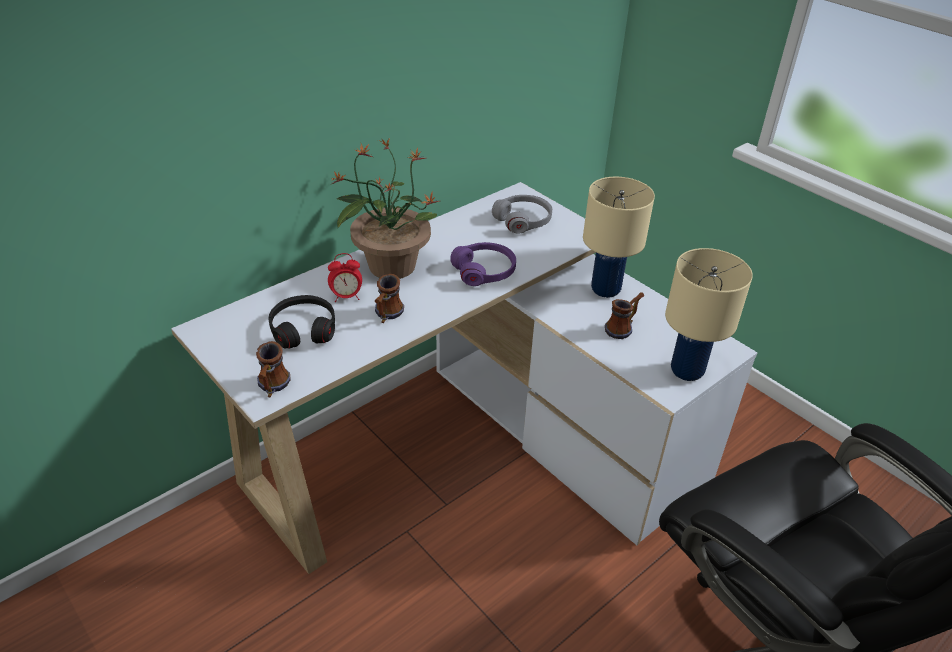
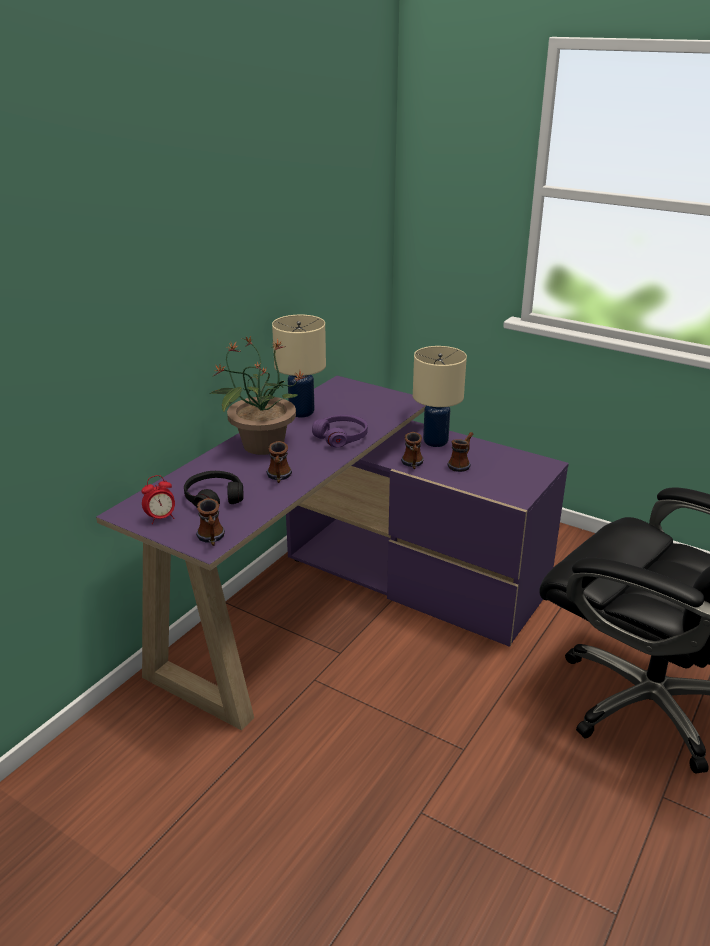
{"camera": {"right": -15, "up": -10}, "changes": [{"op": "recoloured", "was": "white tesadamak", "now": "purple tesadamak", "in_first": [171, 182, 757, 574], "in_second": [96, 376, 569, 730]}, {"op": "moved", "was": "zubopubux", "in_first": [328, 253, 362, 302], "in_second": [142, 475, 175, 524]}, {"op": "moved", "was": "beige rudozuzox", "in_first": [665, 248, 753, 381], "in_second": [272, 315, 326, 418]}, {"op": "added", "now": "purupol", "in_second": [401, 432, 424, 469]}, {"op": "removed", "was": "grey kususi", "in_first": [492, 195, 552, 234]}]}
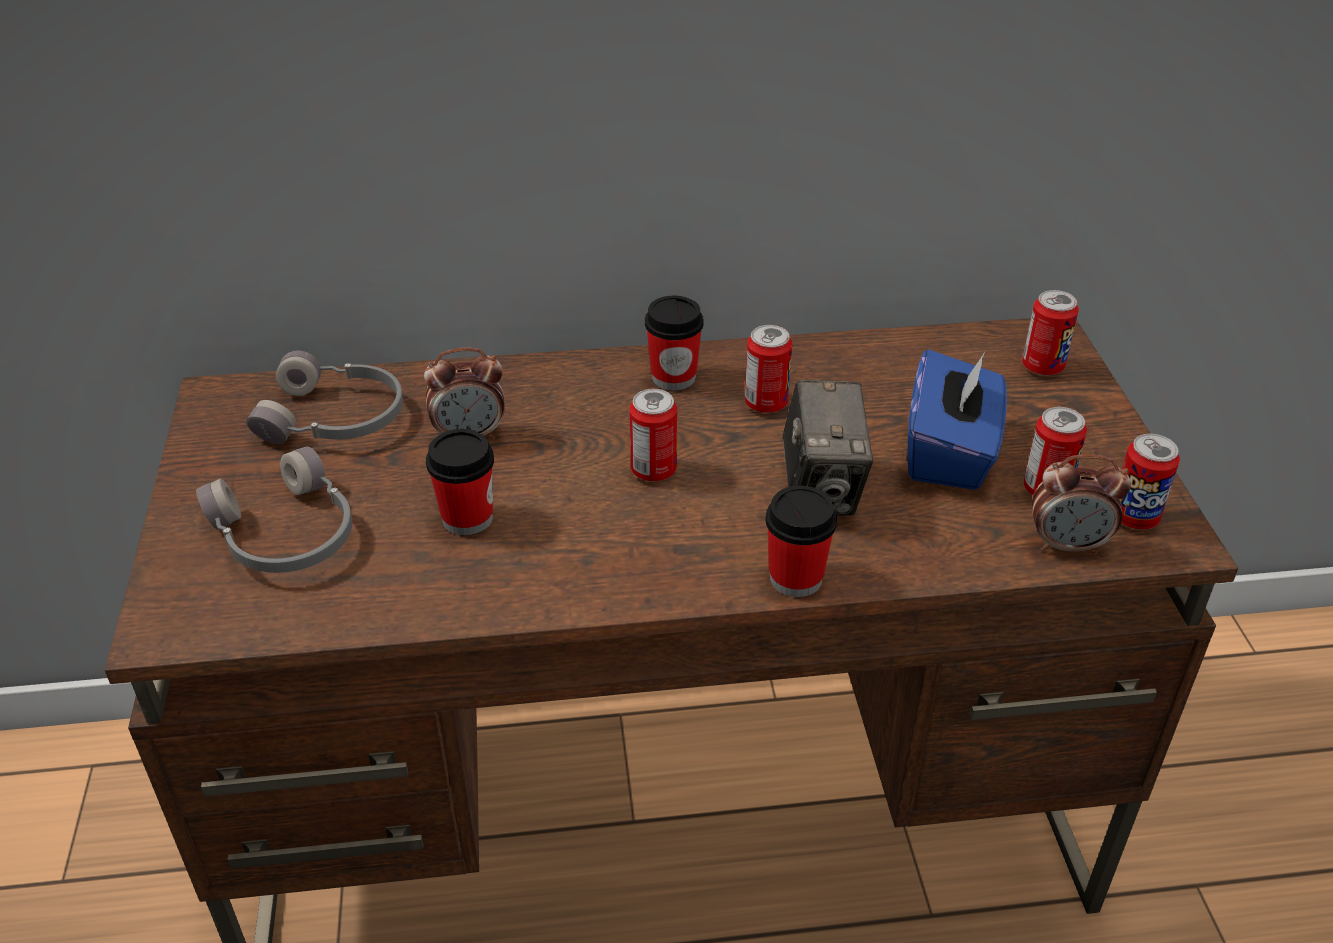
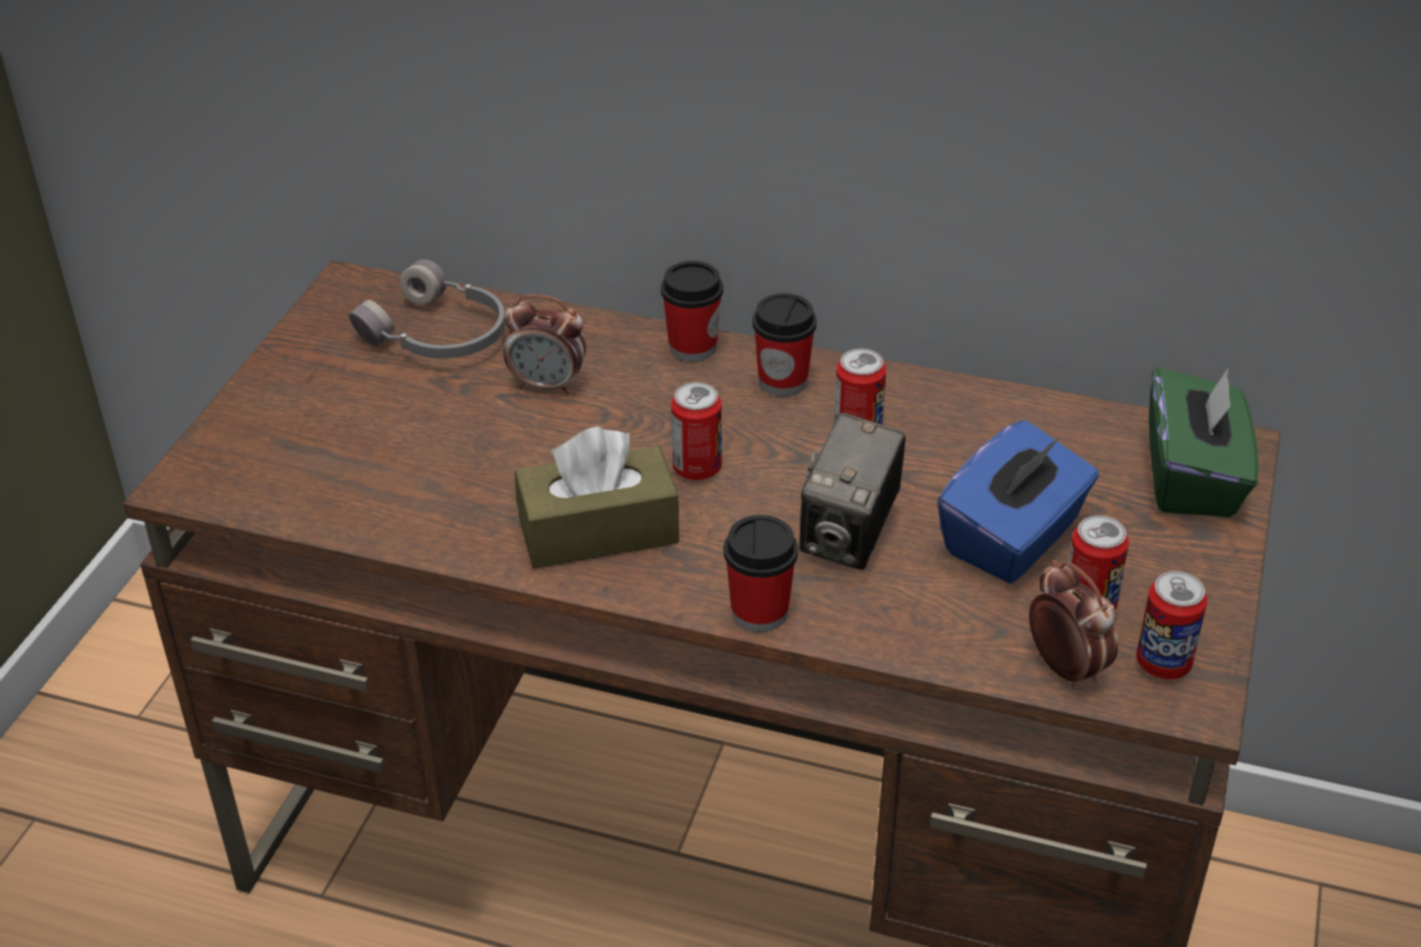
{"camera": {"right": 25, "up": 0}, "changes": [{"op": "added", "now": "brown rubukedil", "in_second": [515, 427, 679, 569]}, {"op": "moved", "was": "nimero", "in_first": [426, 429, 494, 535], "in_second": [661, 261, 723, 362]}, {"op": "turned", "was": "zubopubux", "in_first": [1032, 454, 1131, 555], "in_second": [1029, 560, 1118, 689], "clockwise": -150}, {"op": "replaced", "was": "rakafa", "now": "green rubukedil", "in_first": [1022, 290, 1079, 375], "in_second": [1149, 367, 1259, 517]}, {"op": "removed", "was": "grey kususi", "in_first": [196, 446, 352, 573]}]}
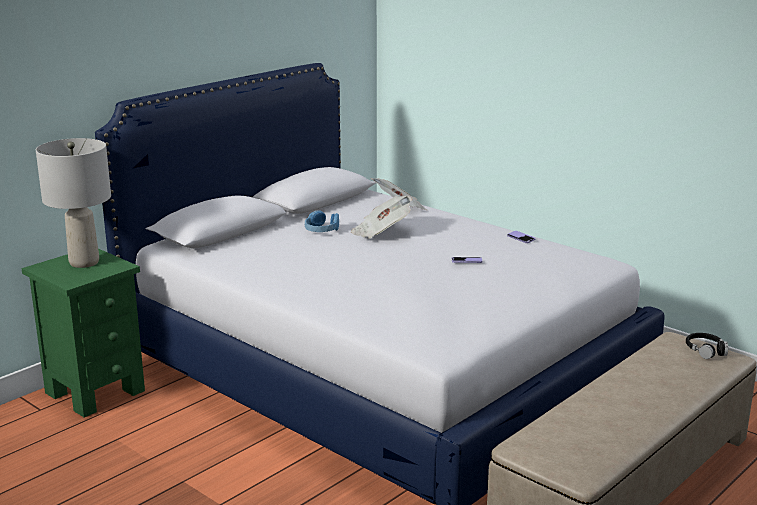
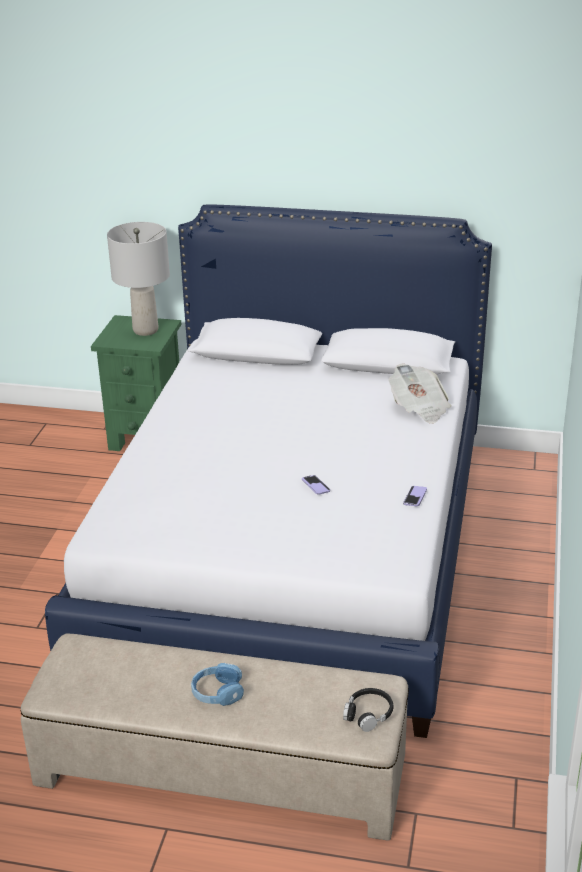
{"camera": {"right": 60, "up": 10}, "changes": [{"op": "moved", "was": "blue kususi", "in_first": [305, 210, 339, 232], "in_second": [191, 663, 244, 706]}, {"op": "removed", "was": "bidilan", "in_first": [351, 196, 413, 239]}]}
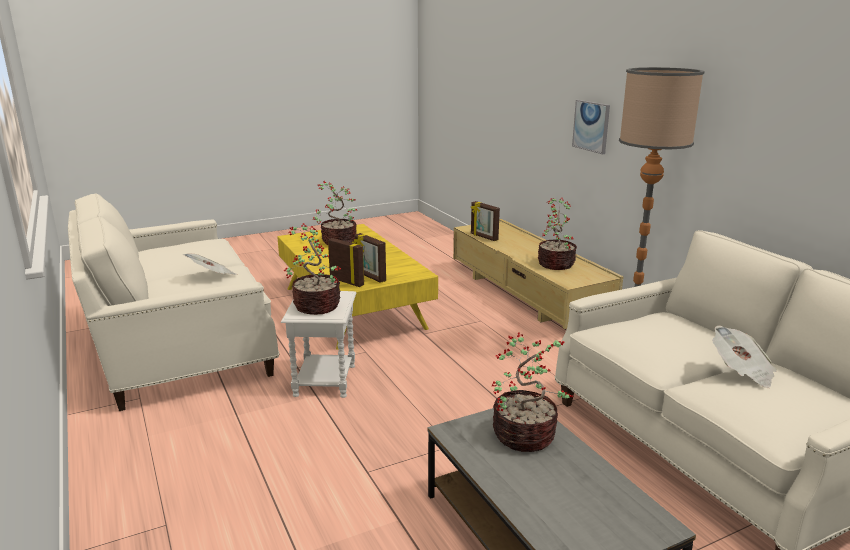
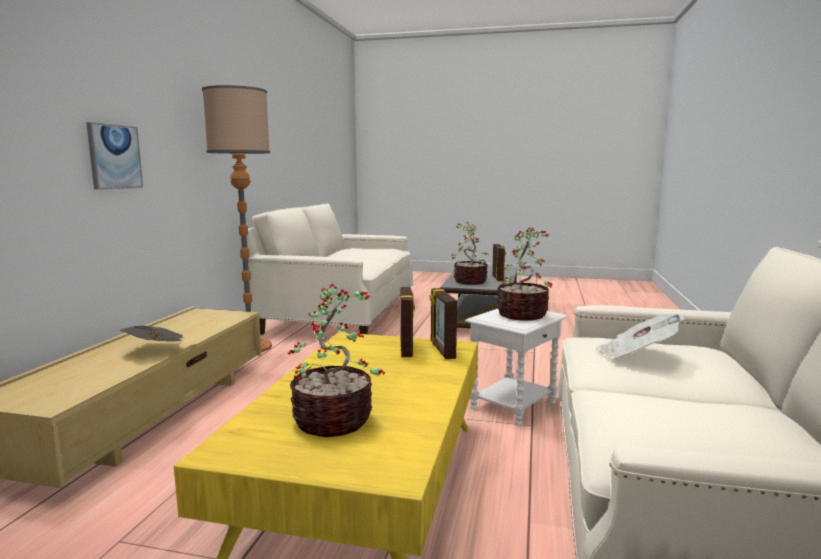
{"camera": {"right": -140, "up": -10}, "changes": [{"op": "moved", "was": "bidilan", "in_first": [712, 325, 777, 388], "in_second": [120, 326, 183, 341]}, {"op": "moved", "was": "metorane", "in_first": [471, 201, 500, 241], "in_second": [492, 244, 506, 281]}, {"op": "removed", "was": "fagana", "in_first": [538, 198, 577, 270]}]}
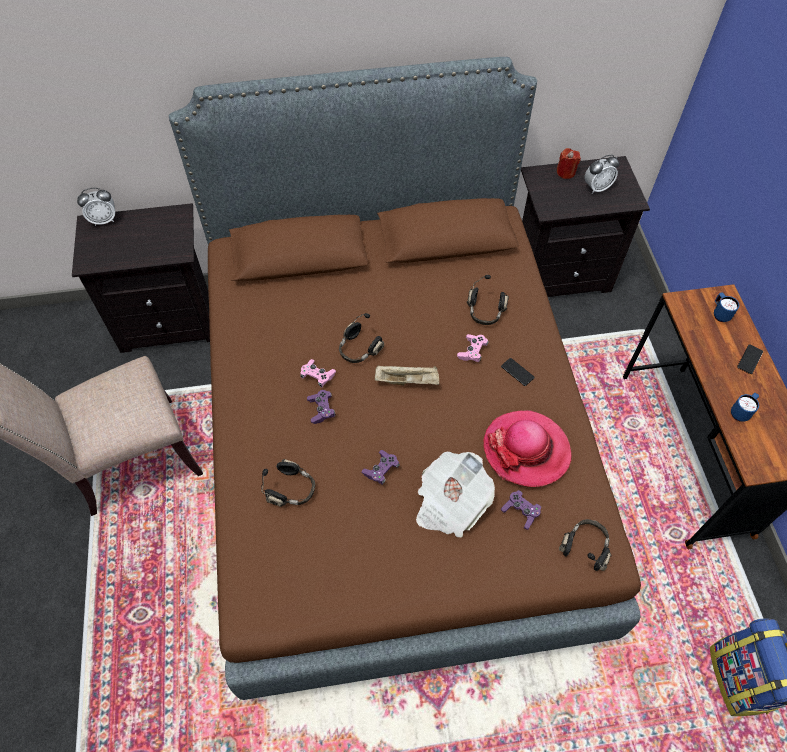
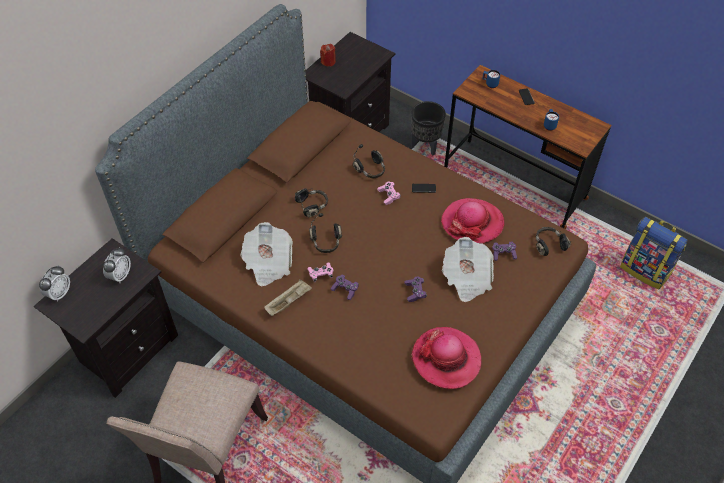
{"camera": {"right": -45, "up": -5}, "changes": [{"op": "moved", "was": "zubopubux", "in_first": [584, 155, 619, 194], "in_second": [103, 247, 131, 283]}, {"op": "added", "now": "bidilan", "in_second": [240, 222, 293, 286]}, {"op": "moved", "was": "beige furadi", "in_first": [375, 365, 439, 385], "in_second": [264, 279, 312, 316]}, {"op": "moved", "was": "black kususi", "in_first": [261, 459, 315, 507], "in_second": [295, 188, 328, 218]}, {"op": "added", "now": "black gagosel", "in_second": [411, 101, 446, 155]}, {"op": "added", "now": "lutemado", "in_second": [411, 327, 482, 389]}]}
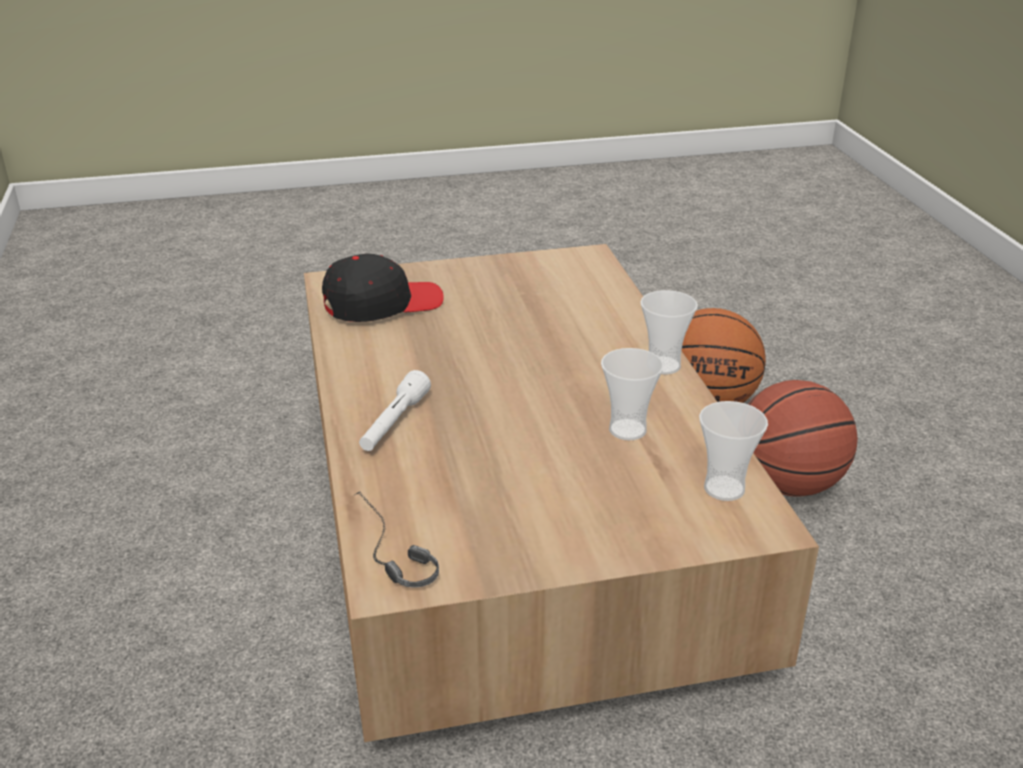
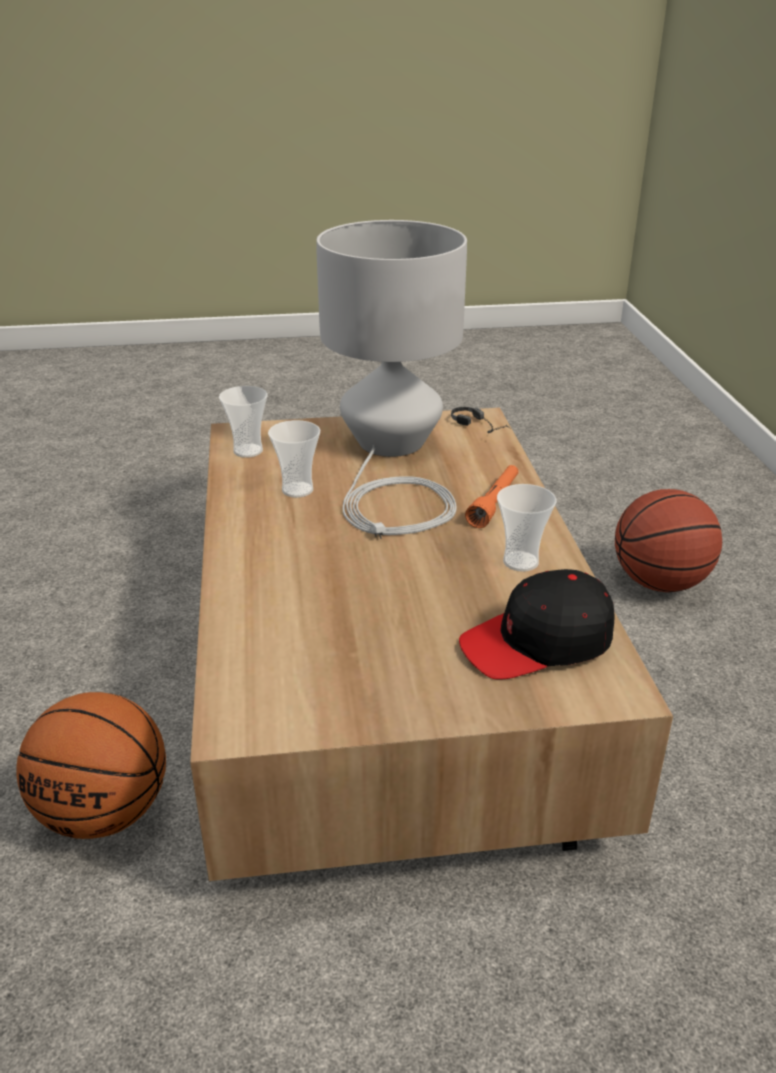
{"camera": {"right": -175, "up": 0}, "changes": [{"op": "added", "now": "grey rudozuzox", "in_second": [316, 220, 467, 539]}, {"op": "recoloured", "was": "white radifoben", "now": "orange radifoben", "in_first": [359, 370, 431, 451], "in_second": [465, 465, 519, 528]}, {"op": "moved", "was": "nimero", "in_first": [640, 290, 698, 374], "in_second": [497, 484, 557, 572]}, {"op": "moved", "was": "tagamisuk", "in_first": [748, 380, 858, 497], "in_second": [615, 489, 722, 592]}]}
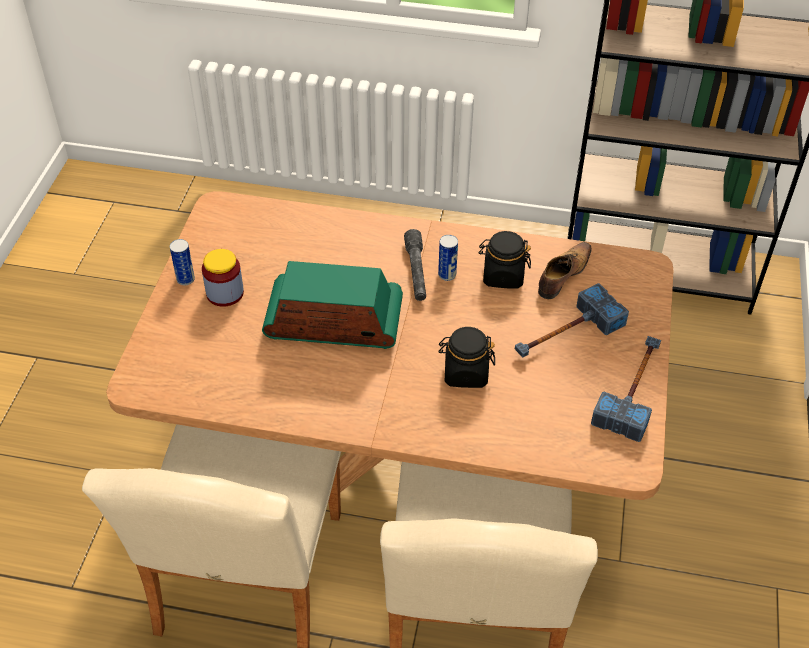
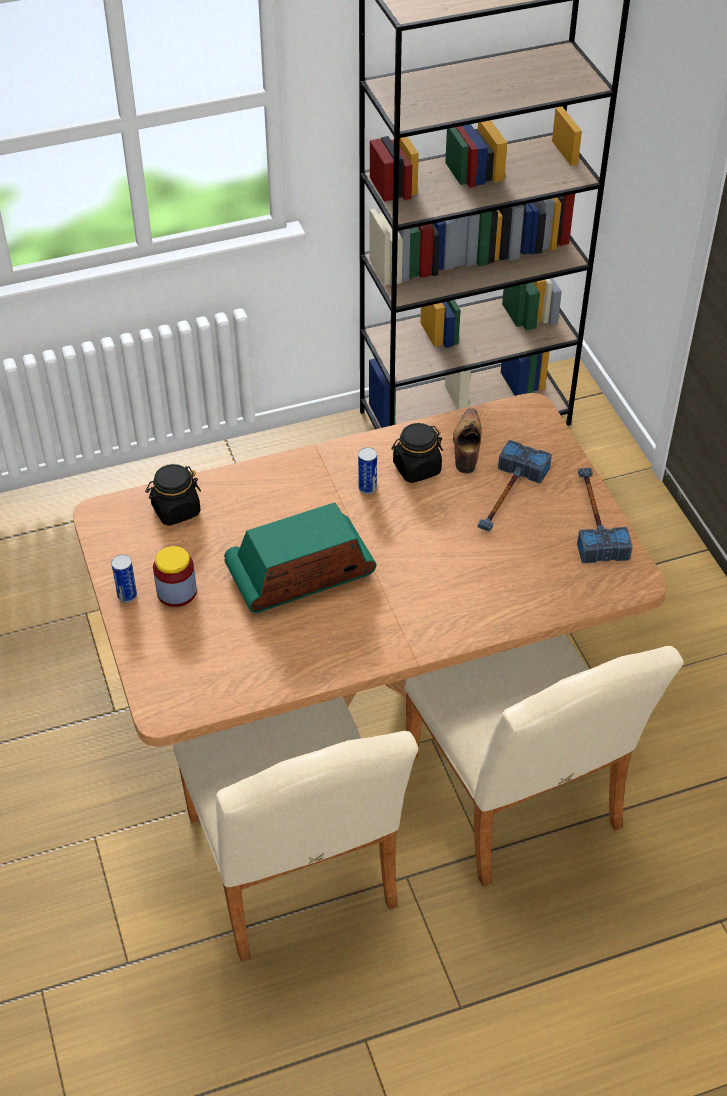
{"camera": {"right": -30, "up": 0}, "changes": [{"op": "moved", "was": "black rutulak", "in_first": [438, 327, 495, 388], "in_second": [145, 464, 201, 526]}, {"op": "removed", "was": "grey radifoben", "in_first": [404, 229, 426, 301]}]}
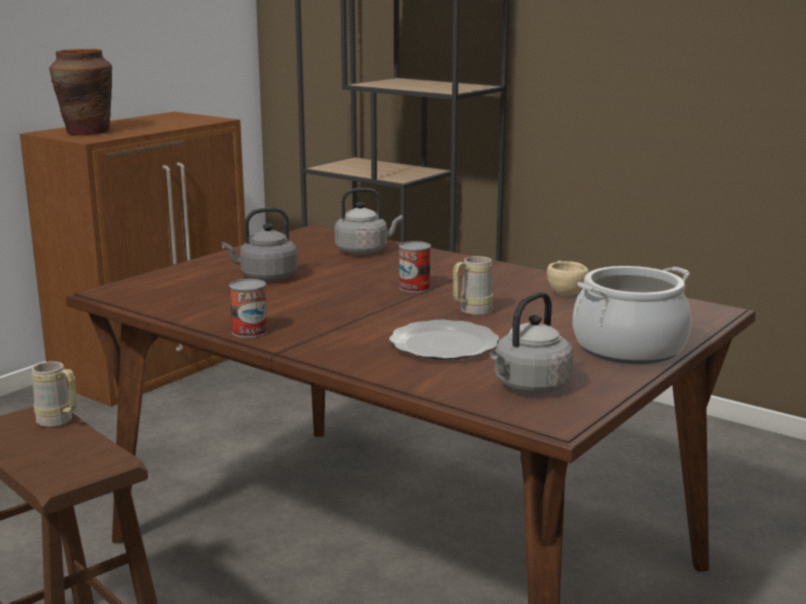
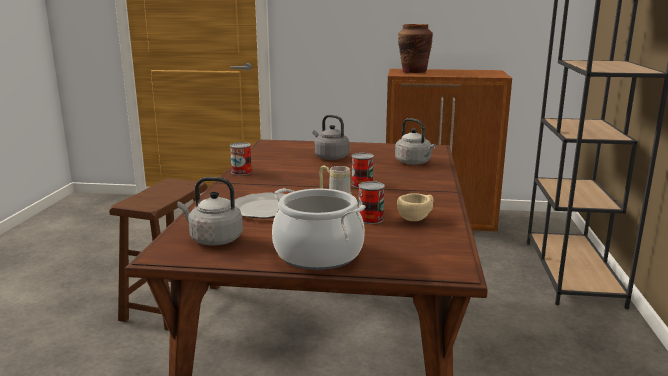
{"camera": {"right": 60, "up": 0}, "changes": [{"op": "added", "now": "rakafa", "in_second": [359, 181, 385, 224]}, {"op": "removed", "was": "beige purupol", "in_first": [32, 361, 77, 427]}]}
